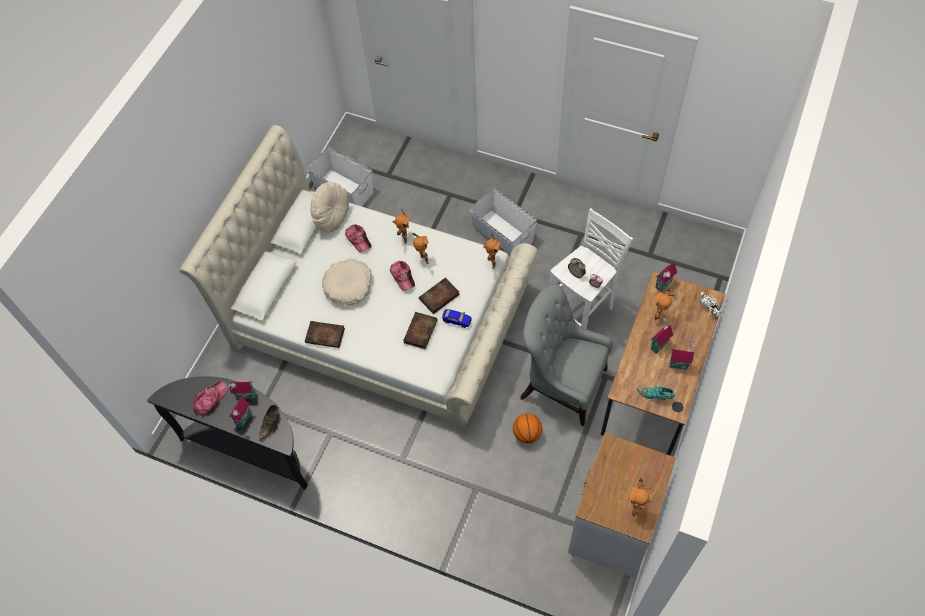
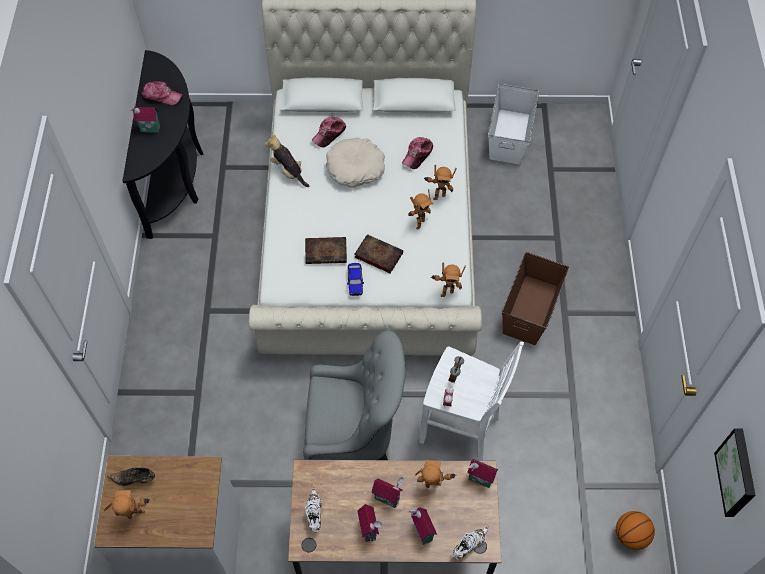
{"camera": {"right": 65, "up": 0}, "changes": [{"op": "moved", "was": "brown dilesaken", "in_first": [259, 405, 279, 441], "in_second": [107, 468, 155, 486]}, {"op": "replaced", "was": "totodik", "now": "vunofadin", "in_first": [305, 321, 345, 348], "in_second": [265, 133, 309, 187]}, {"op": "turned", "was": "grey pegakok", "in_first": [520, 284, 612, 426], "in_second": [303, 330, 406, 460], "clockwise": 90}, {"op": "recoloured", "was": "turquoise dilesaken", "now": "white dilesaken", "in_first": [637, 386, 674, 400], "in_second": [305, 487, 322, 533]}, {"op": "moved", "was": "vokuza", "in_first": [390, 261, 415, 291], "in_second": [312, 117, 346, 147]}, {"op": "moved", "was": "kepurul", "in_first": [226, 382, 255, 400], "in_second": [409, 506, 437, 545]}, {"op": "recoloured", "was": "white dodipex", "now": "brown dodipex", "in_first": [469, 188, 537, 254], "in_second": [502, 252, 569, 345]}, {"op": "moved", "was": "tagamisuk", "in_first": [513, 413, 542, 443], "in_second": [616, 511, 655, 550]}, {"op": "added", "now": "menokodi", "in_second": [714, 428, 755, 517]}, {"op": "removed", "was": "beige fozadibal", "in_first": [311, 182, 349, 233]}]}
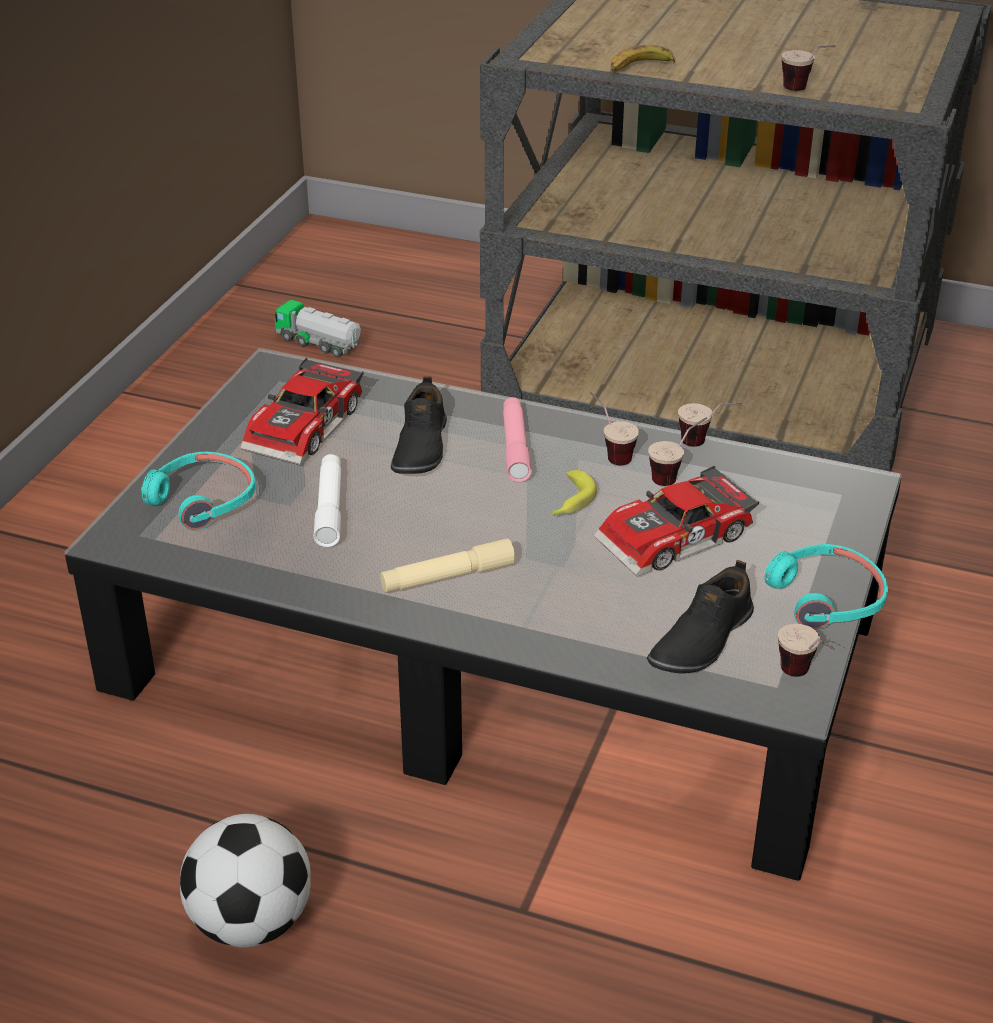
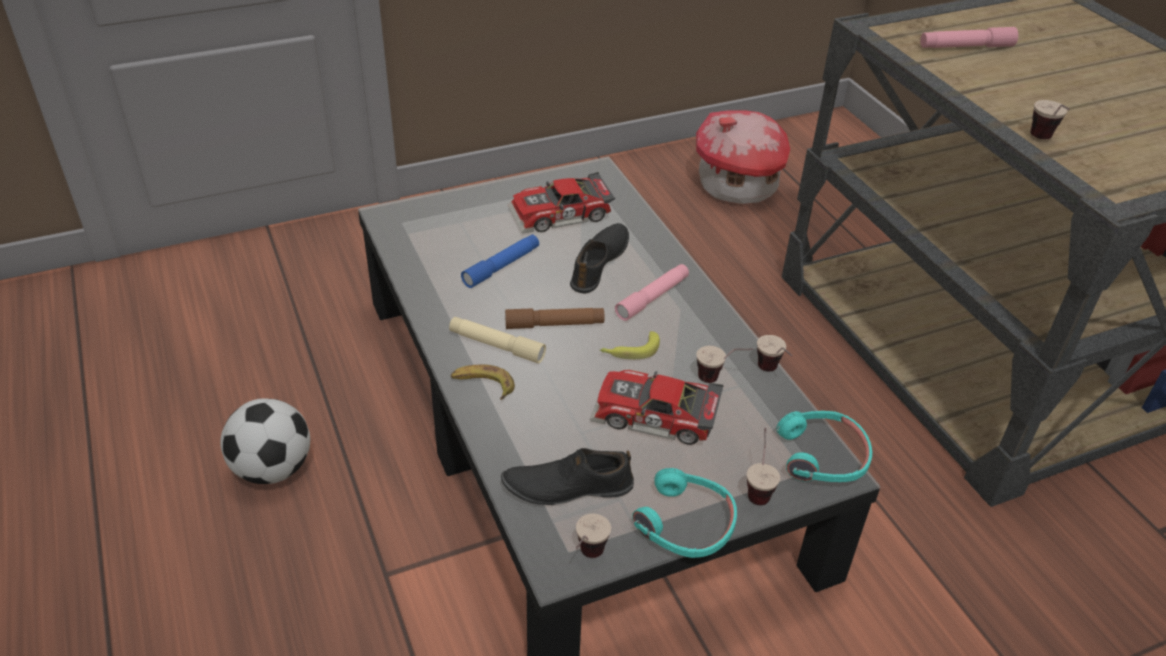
{"camera": {"right": 45, "up": 5}, "changes": [{"op": "moved", "was": "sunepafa", "in_first": [611, 45, 675, 72], "in_second": [451, 364, 515, 400]}, {"op": "recoloured", "was": "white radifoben", "now": "blue radifoben", "in_first": [313, 454, 341, 547], "in_second": [461, 235, 539, 288]}, {"op": "added", "now": "brown radifoben", "in_second": [505, 308, 605, 329]}, {"op": "turned", "was": "black dilesaken", "in_first": [391, 376, 447, 474], "in_second": [570, 223, 629, 294], "clockwise": 150}, {"op": "replaced", "was": "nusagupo", "now": "kepurul", "in_first": [275, 300, 361, 358], "in_second": [696, 110, 790, 204]}, {"op": "moved", "was": "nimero", "in_first": [589, 391, 639, 465], "in_second": [747, 428, 780, 505]}, {"op": "moved", "was": "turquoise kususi", "in_first": [141, 452, 255, 531], "in_second": [776, 411, 872, 482]}, {"op": "added", "now": "pink radifoben", "in_second": [920, 27, 1018, 48]}]}
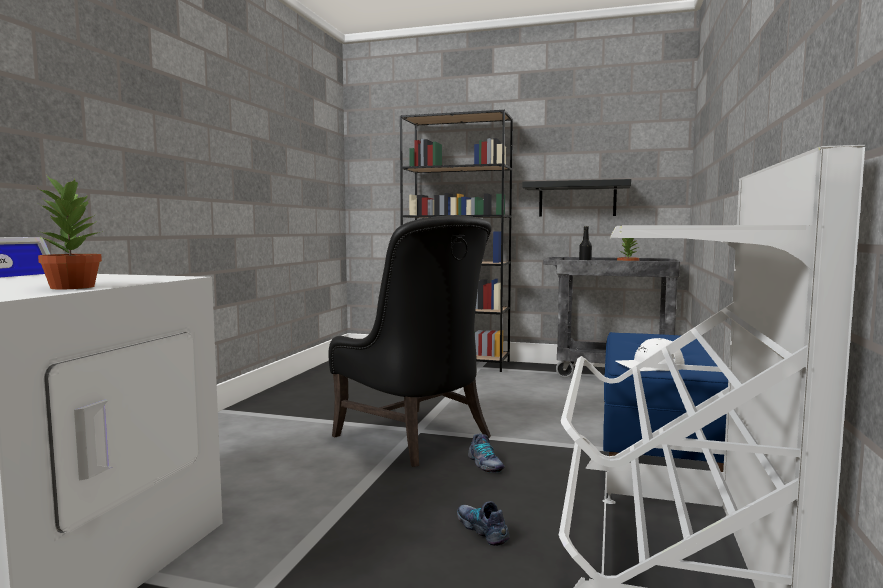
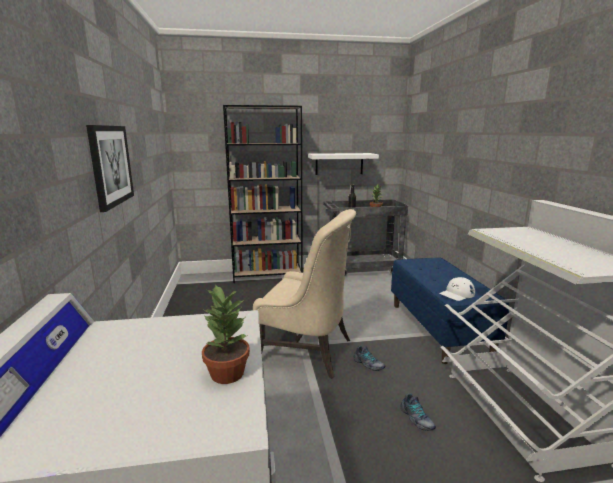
{"camera": {"right": -25, "up": 10}, "changes": [{"op": "added", "now": "menokodi", "in_second": [86, 125, 134, 212]}, {"op": "recoloured", "was": "black pegakok", "now": "beige pegakok", "in_first": [328, 215, 492, 467], "in_second": [253, 209, 356, 379]}, {"op": "recoloured", "was": "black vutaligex", "now": "white vutaligex", "in_first": [522, 179, 631, 216], "in_second": [308, 153, 379, 175]}, {"op": "turned", "was": "dilesaken", "in_first": [457, 501, 510, 546], "in_second": [400, 393, 436, 431], "clockwise": -150}]}
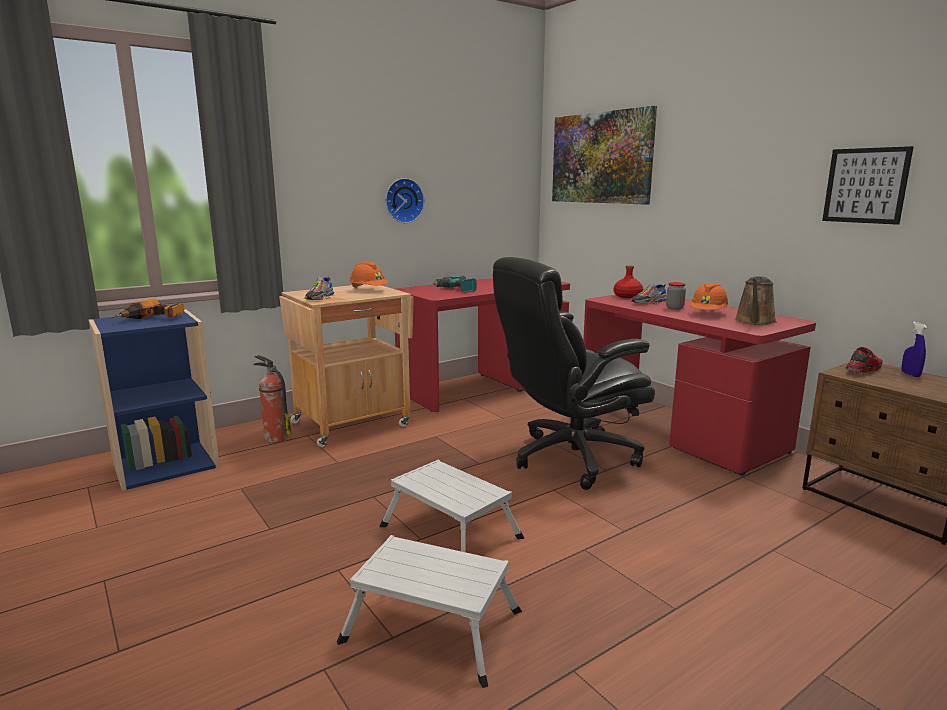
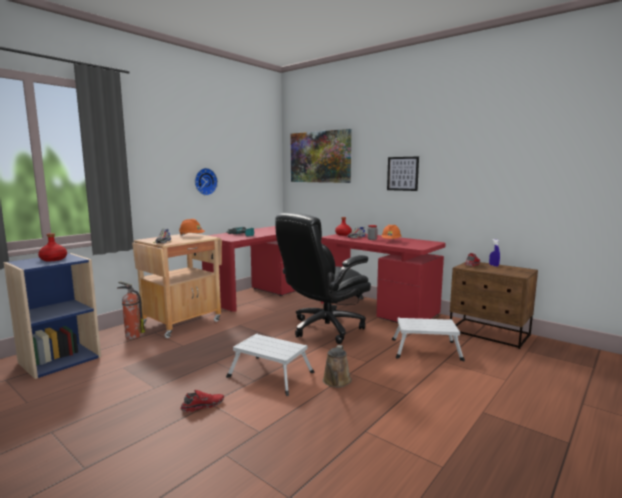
{"camera": {"right": -15, "up": -5}, "changes": [{"op": "replaced", "was": "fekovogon", "now": "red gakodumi", "in_first": [112, 299, 184, 319], "in_second": [38, 233, 67, 261]}, {"op": "added", "now": "red dilesaken", "in_second": [180, 390, 224, 412]}, {"op": "moved", "was": "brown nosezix", "in_first": [734, 276, 777, 325], "in_second": [323, 345, 352, 388]}, {"op": "moved", "was": "menokodi", "in_first": [822, 146, 914, 225], "in_second": [387, 156, 419, 191]}, {"op": "moved", "was": "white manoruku", "in_first": [337, 535, 522, 688], "in_second": [392, 317, 465, 362]}]}
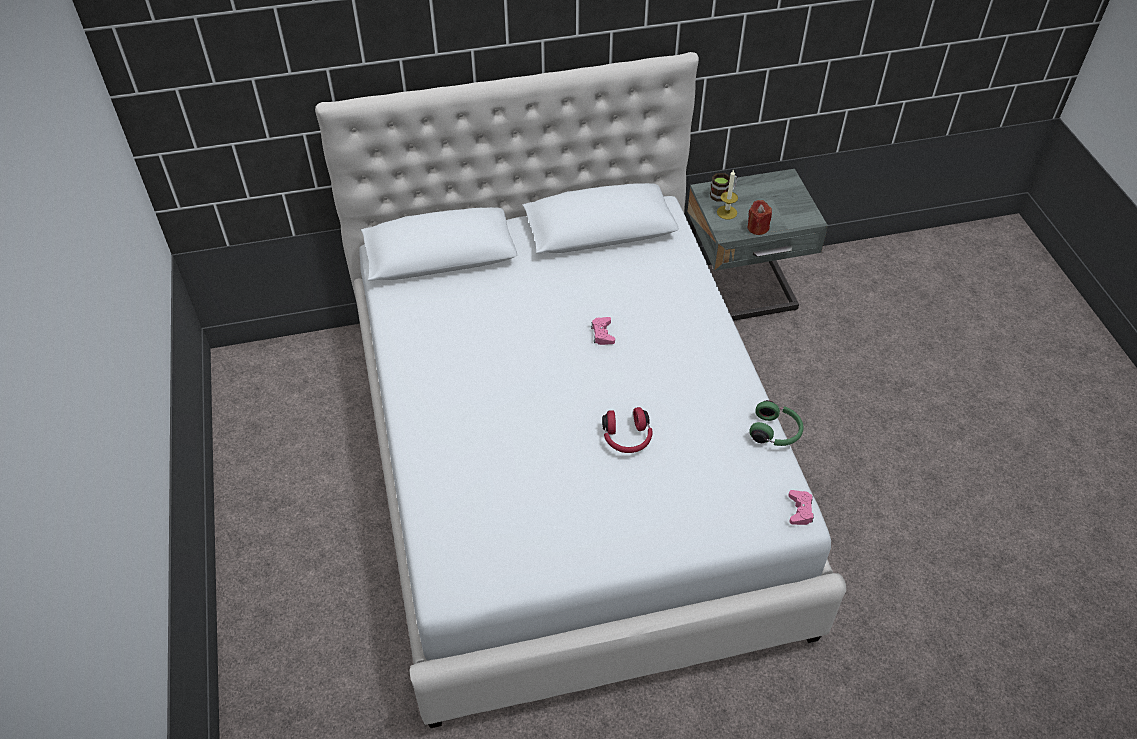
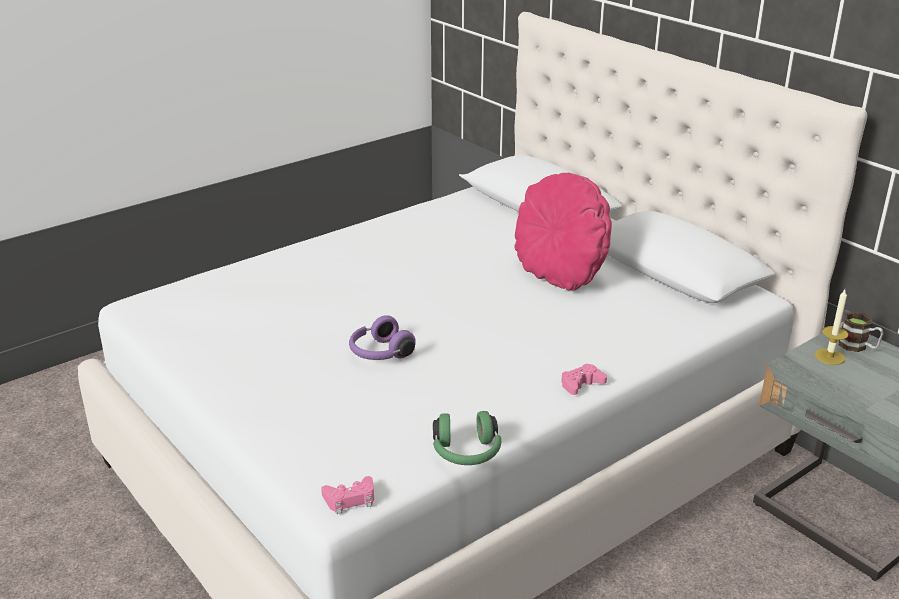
{"camera": {"right": 65, "up": -20}, "changes": [{"op": "recoloured", "was": "red kususi", "now": "purple kususi", "in_first": [602, 407, 652, 453], "in_second": [349, 315, 416, 360]}, {"op": "added", "now": "pink fozadibal", "in_second": [514, 173, 612, 291]}, {"op": "moved", "was": "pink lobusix", "in_first": [591, 317, 615, 345], "in_second": [561, 364, 607, 395]}, {"op": "removed", "was": "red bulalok", "in_first": [748, 200, 772, 235]}]}
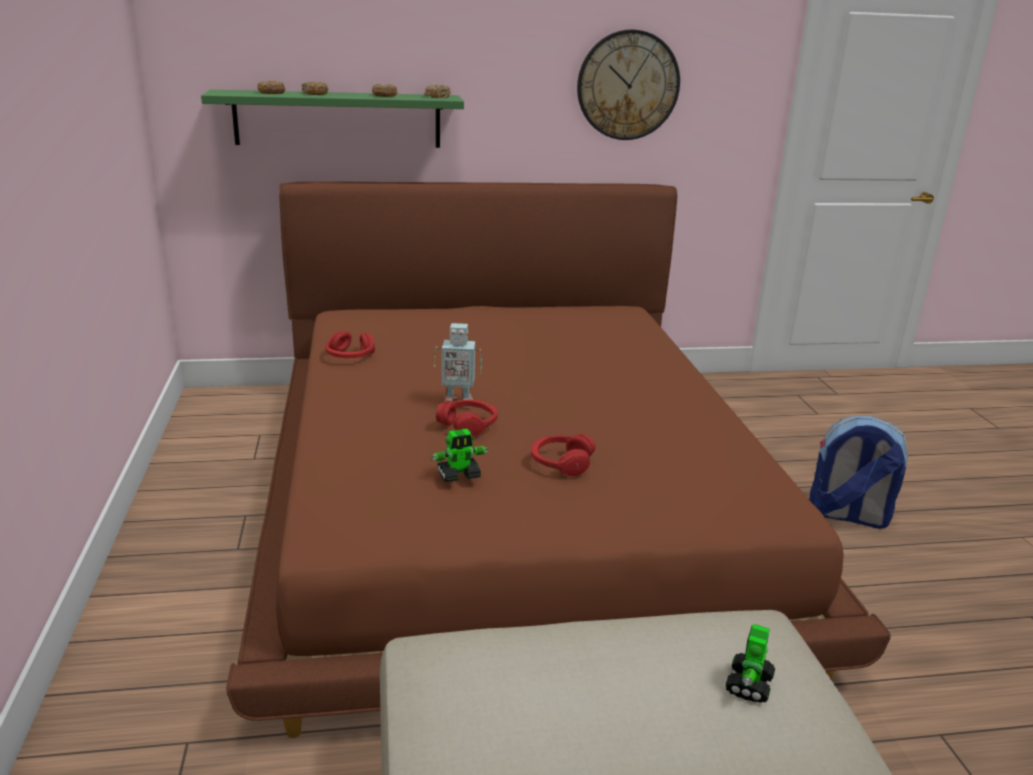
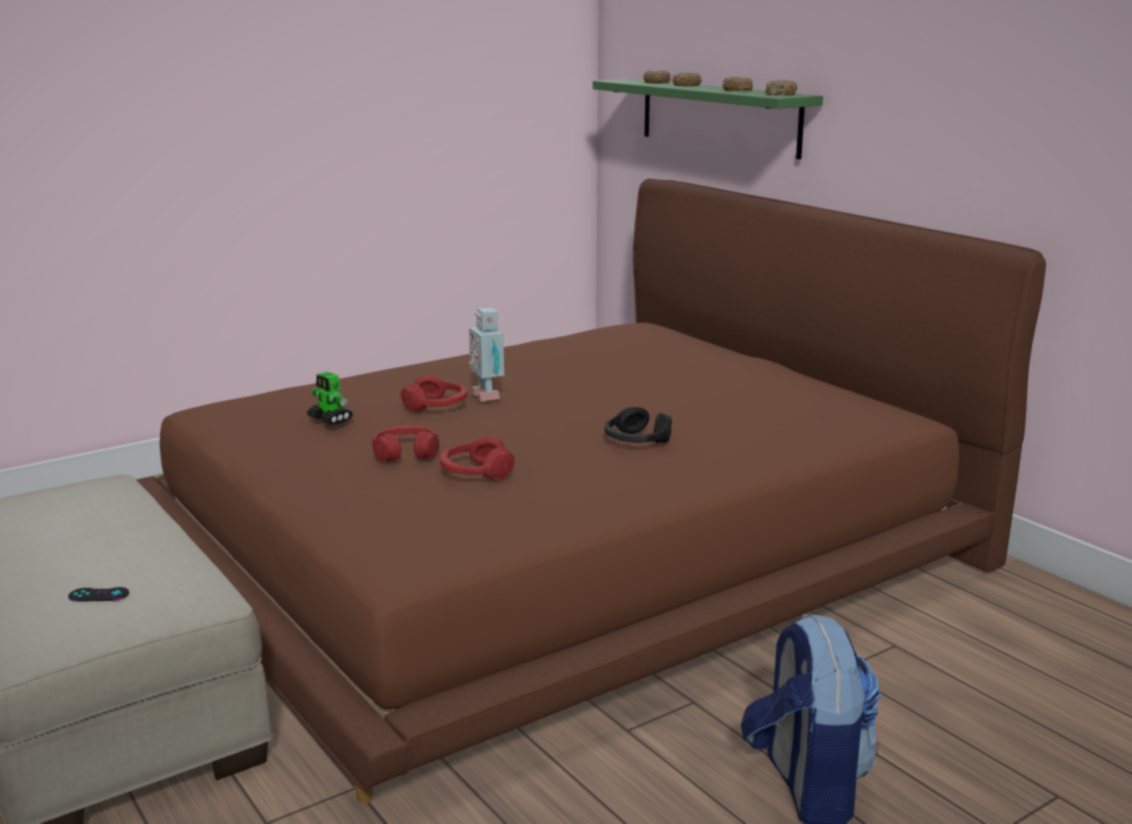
{"camera": {"right": 65, "up": -5}, "changes": [{"op": "replaced", "was": "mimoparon", "now": "black lobusix", "in_first": [725, 624, 775, 703], "in_second": [68, 587, 129, 602]}, {"op": "moved", "was": "red kususi", "in_first": [326, 331, 375, 358], "in_second": [440, 436, 515, 480]}, {"op": "added", "now": "black kususi", "in_second": [605, 407, 672, 443]}, {"op": "removed", "was": "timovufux", "in_first": [577, 29, 680, 140]}]}
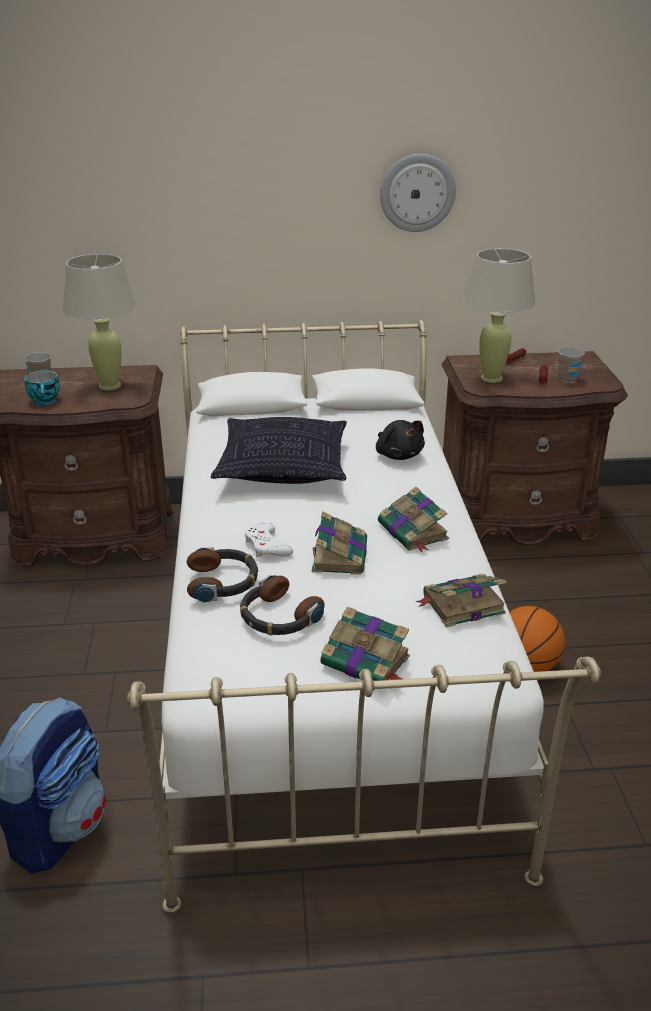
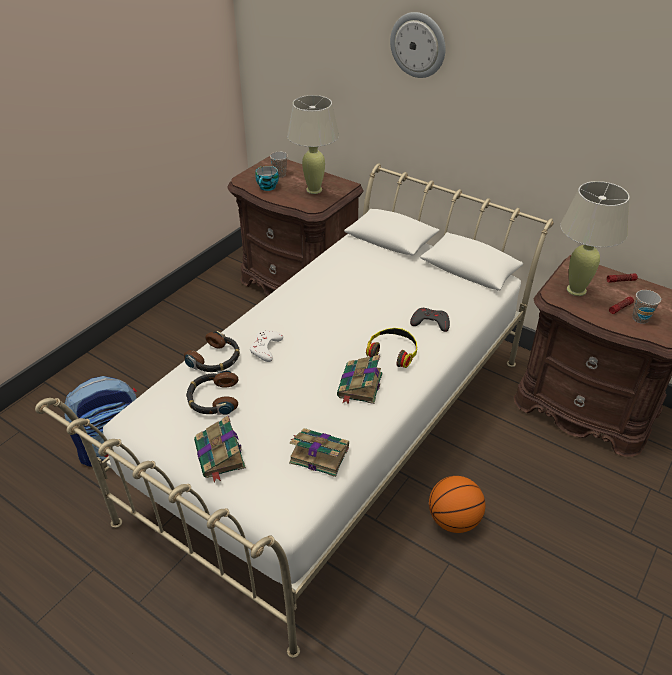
{"camera": {"right": 40, "up": 10}, "changes": [{"op": "added", "now": "kususi", "in_second": [366, 328, 417, 368]}, {"op": "moved", "was": "timovufux", "in_first": [380, 154, 456, 232], "in_second": [390, 12, 446, 78]}, {"op": "replaced", "was": "black vunofadin", "now": "grey lobusix", "in_first": [376, 420, 425, 460], "in_second": [410, 308, 450, 332]}, {"op": "removed", "was": "fozadibal", "in_first": [211, 417, 347, 484]}, {"op": "removed", "was": "totodik", "in_first": [312, 512, 367, 575]}]}
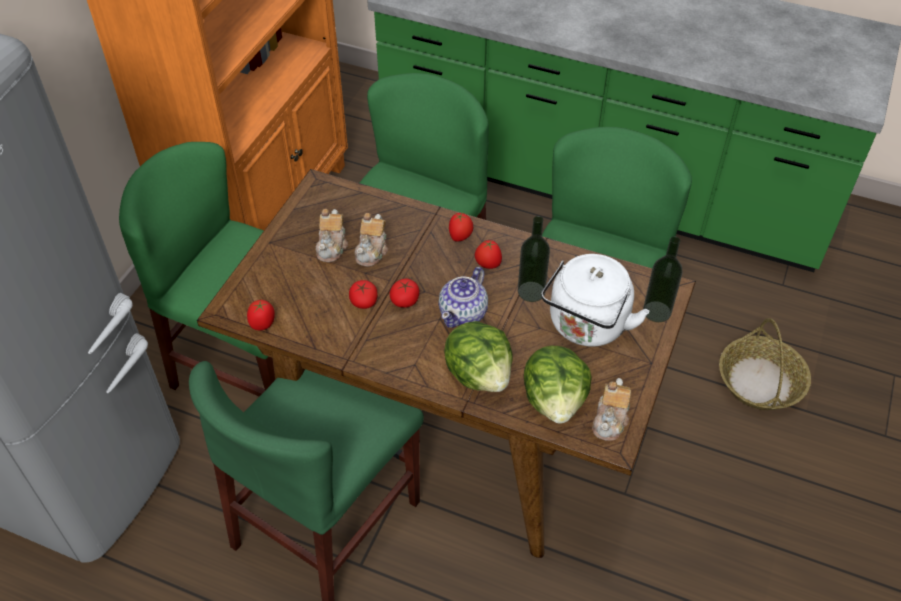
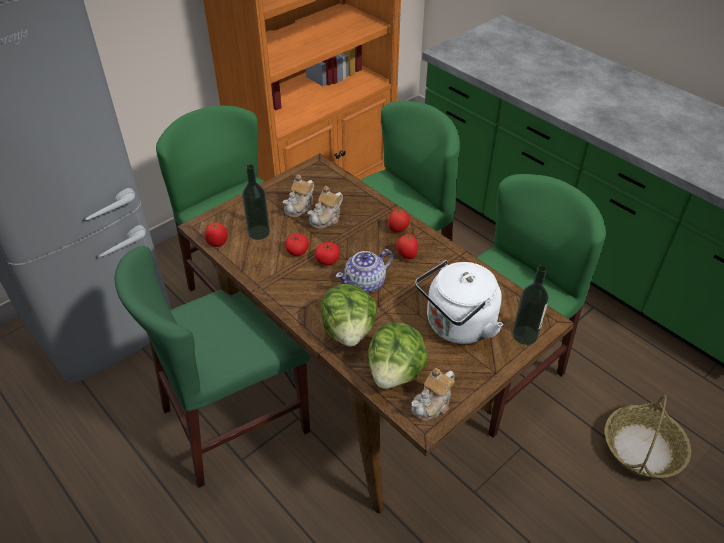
{"camera": {"right": 25, "up": -5}, "changes": [{"op": "moved", "was": "gakodumi", "in_first": [518, 216, 550, 302], "in_second": [242, 164, 270, 240]}]}
